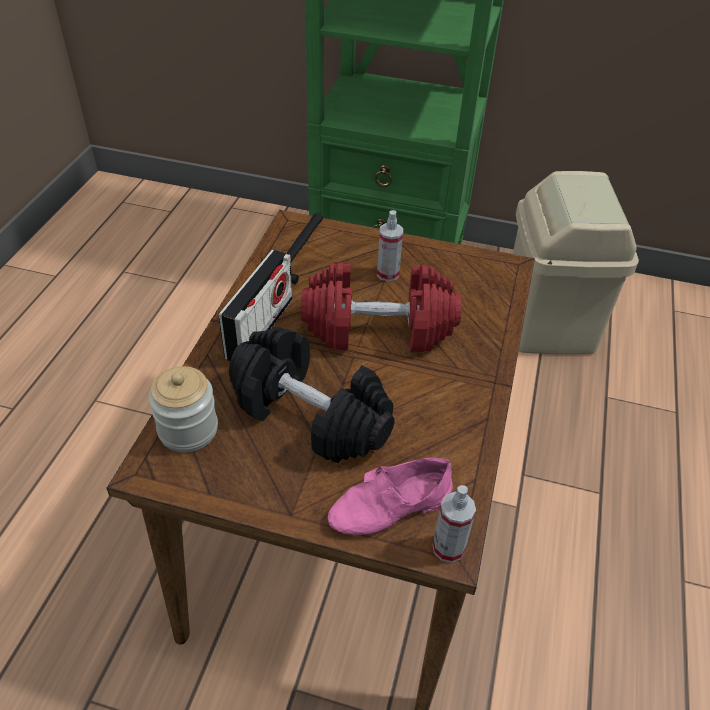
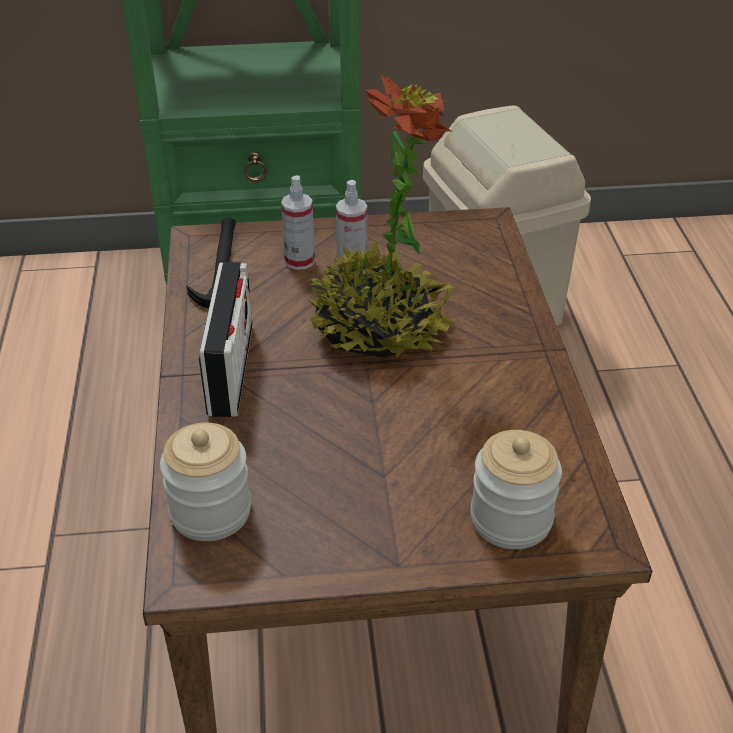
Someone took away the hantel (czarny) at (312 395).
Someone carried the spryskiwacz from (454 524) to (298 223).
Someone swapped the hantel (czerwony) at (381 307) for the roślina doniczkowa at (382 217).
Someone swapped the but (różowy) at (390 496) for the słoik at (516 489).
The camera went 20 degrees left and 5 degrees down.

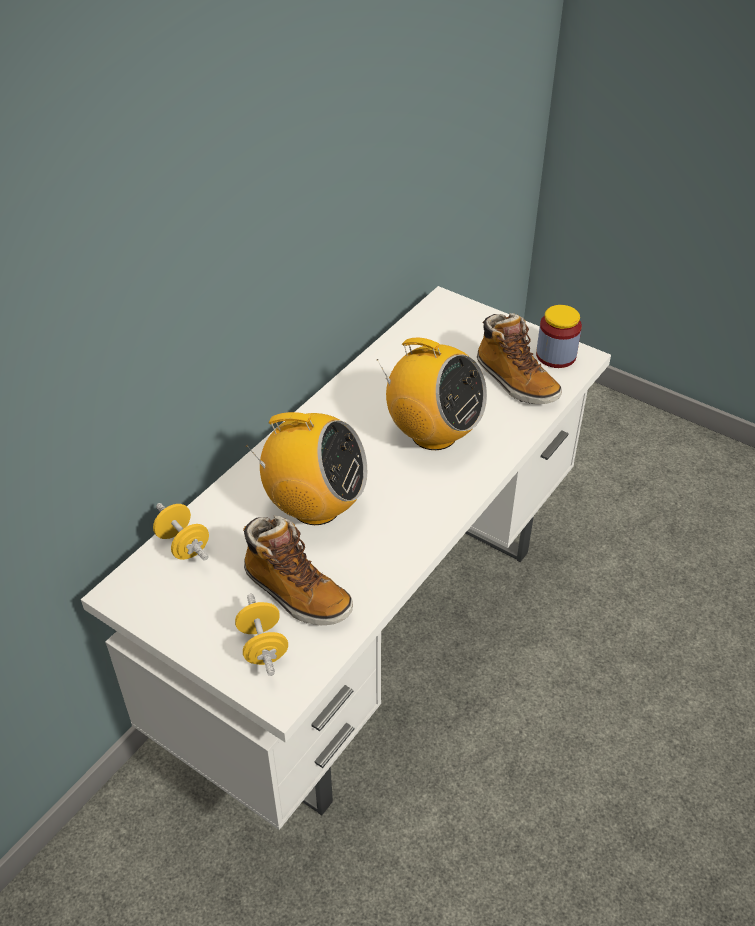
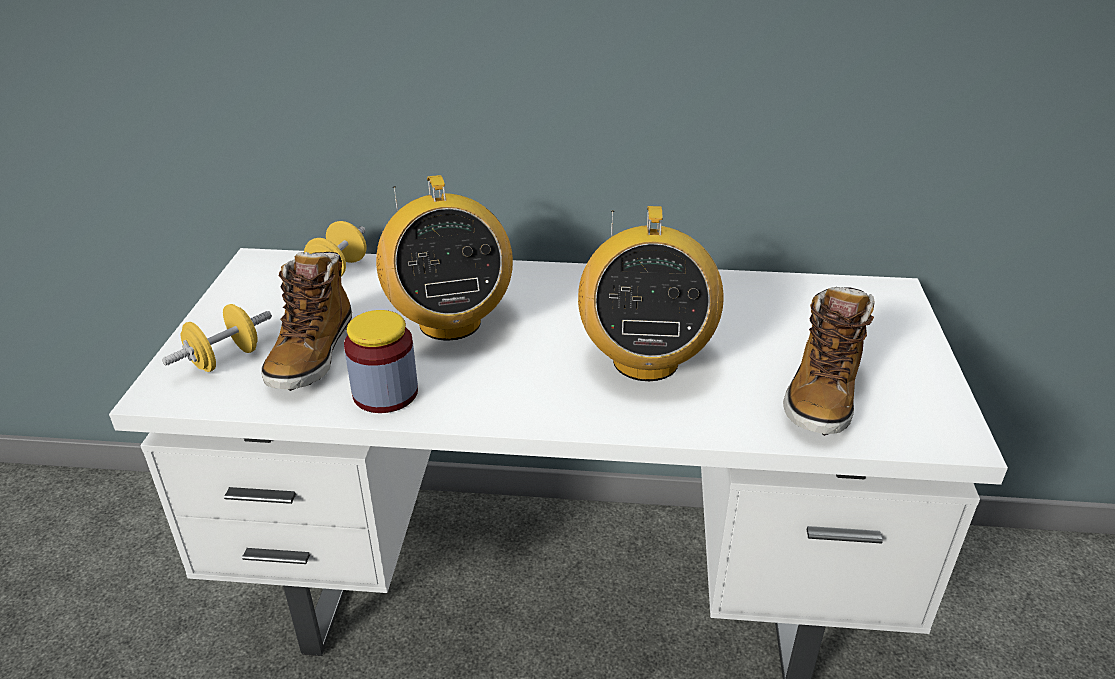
Someone carried the słoik from (559 336) to (381 361).
The camera went 60 degrees right and 10 degrees down.

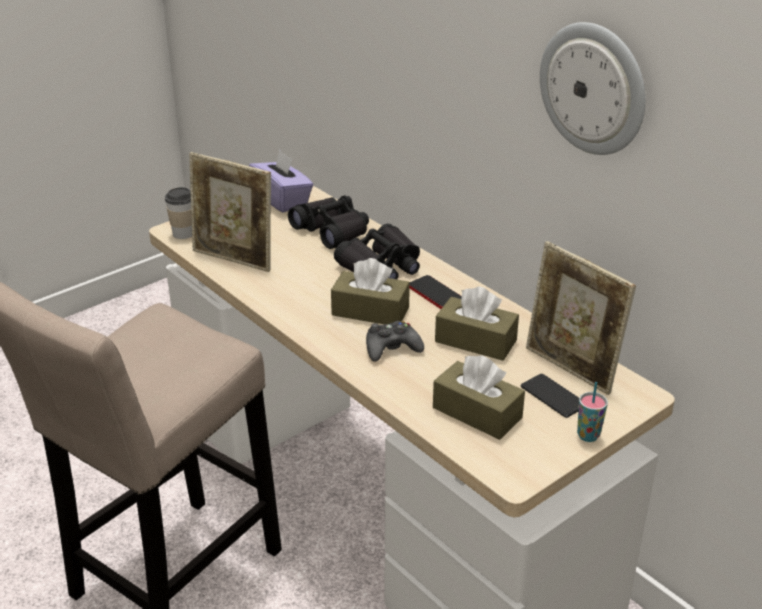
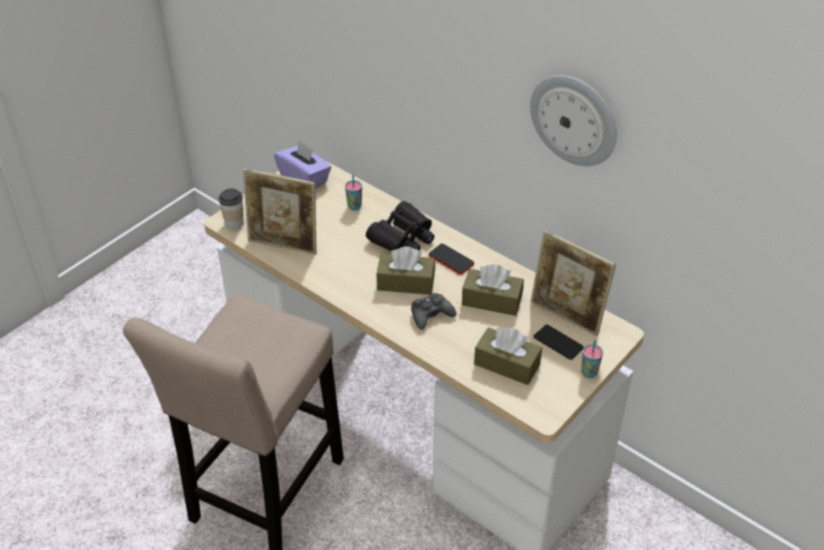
Someone swapped the lornetka (czarny) at (328 222) for the filiżanka at (353 192).
The camera went 10 degrees left and 10 degrees up.

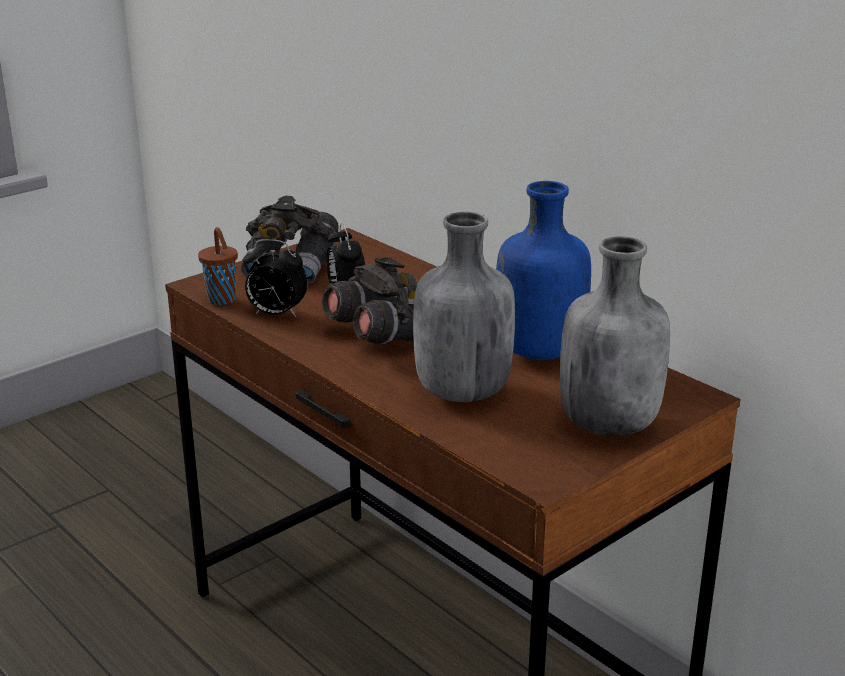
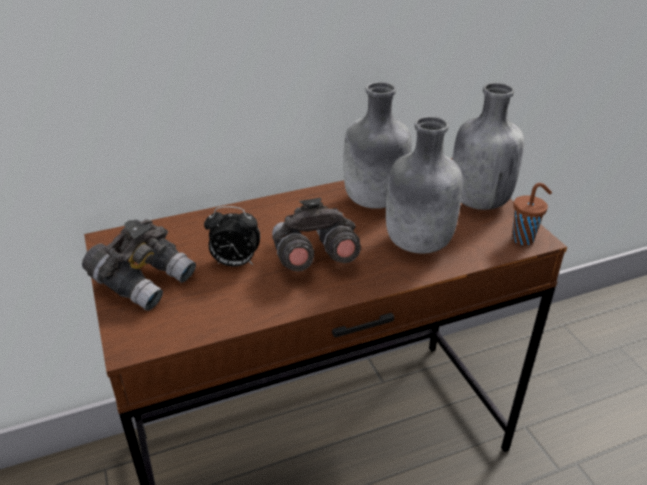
Someone took away the budzik at (275 278).
Someone carried the filiżanka (brązowy) from (218 266) to (532 214).
Someone repainted the butelka (niebieski) at (543 270), which became the butelka (szary) at (377 145).
The camera went 70 degrees left and 10 degrees up.

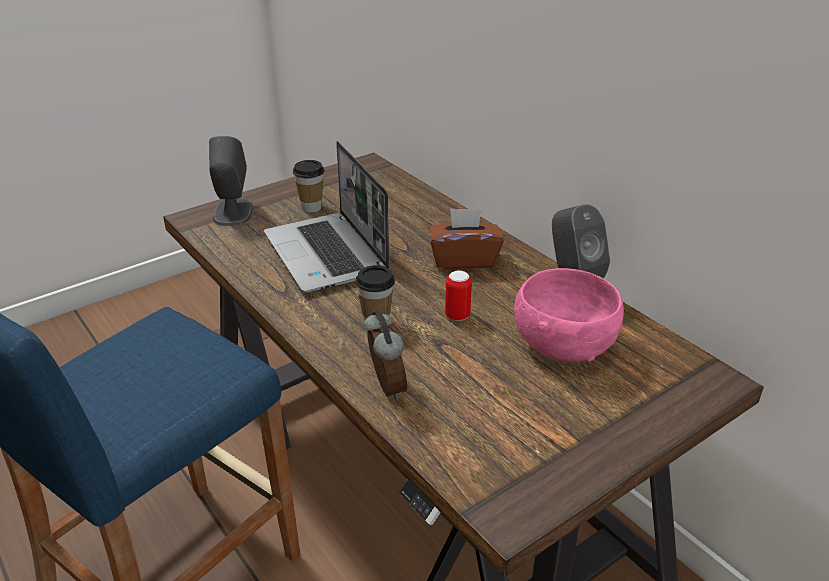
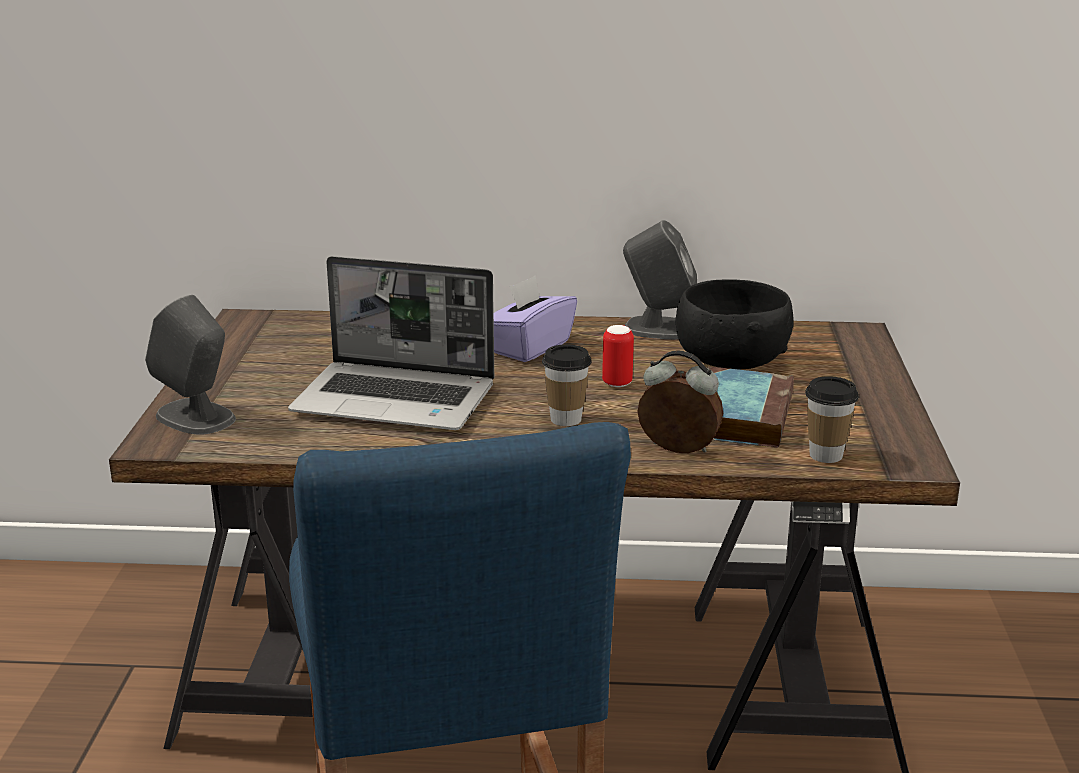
Someone put down the książka at (750 407).
Someone carried the filiżanka from (308 186) to (832 419).
Someone repainted the pudełko chusteczek (brązowy) at (466 238), which became the pudełko chusteczek (fioletowy) at (535 319).
Someone repainted the miska (różowy) at (569 315), which became the miska (czarny) at (735 324).
The camera went 50 degrees left and 10 degrees down.

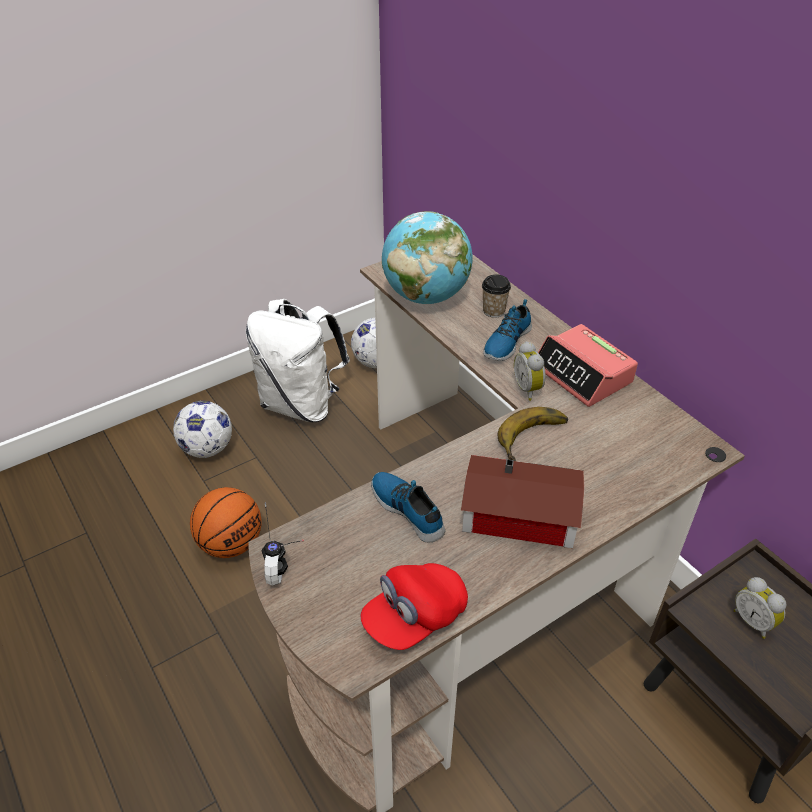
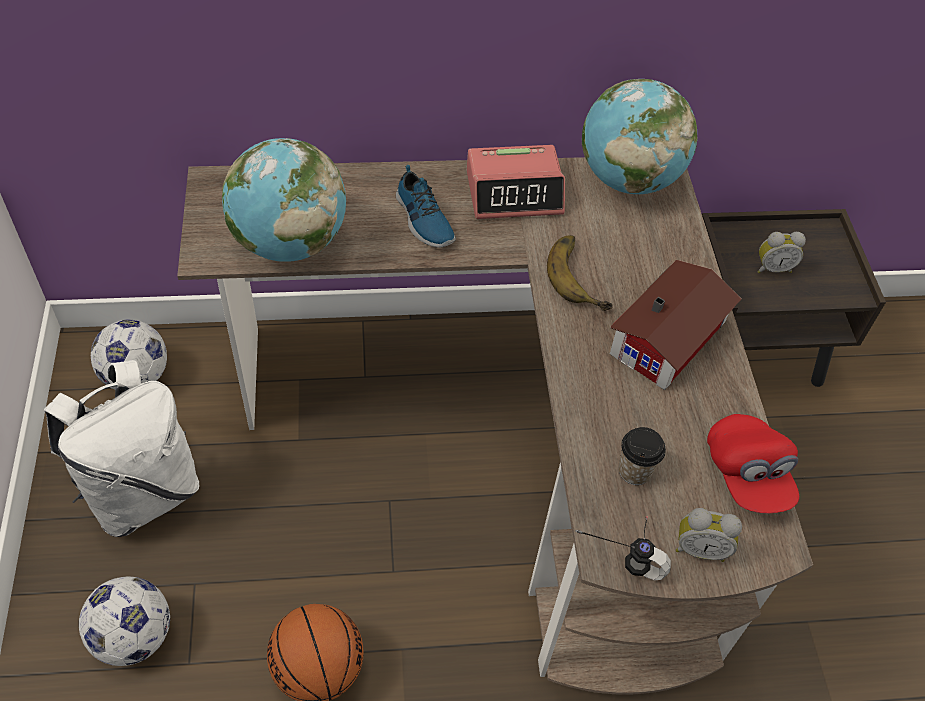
Someone took away the but at (408 507).
Someone put down the globus at (640 136).
Someone carried the filiżanka from (496 296) to (642 456).
Someone carried the budzik from (530 371) to (709 535).
The camera went 65 degrees left and 10 degrees up.

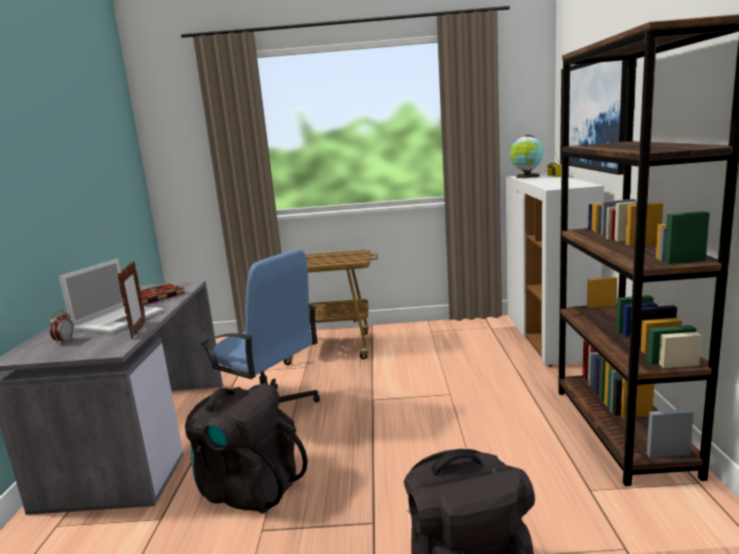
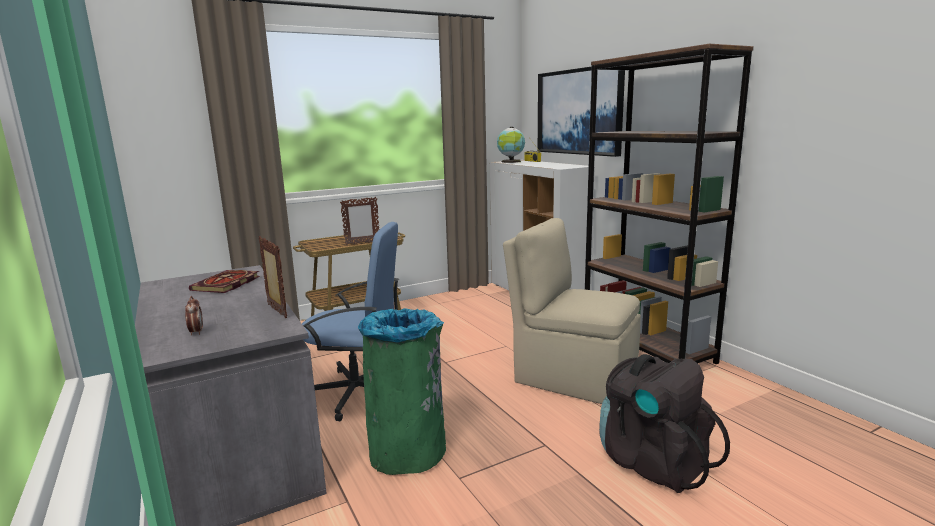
Someone took away the laptop at (111 296).
Someone put down the ramka na zdjęcie at (359 221).
Someone put down the krzesło (beżowy) at (572 311).
Someone swapped the plecak (czarny) at (246 448) for the kosz na śmieci (zielony) at (402 391).
The camera went 30 degrees left and 0 degrees up.

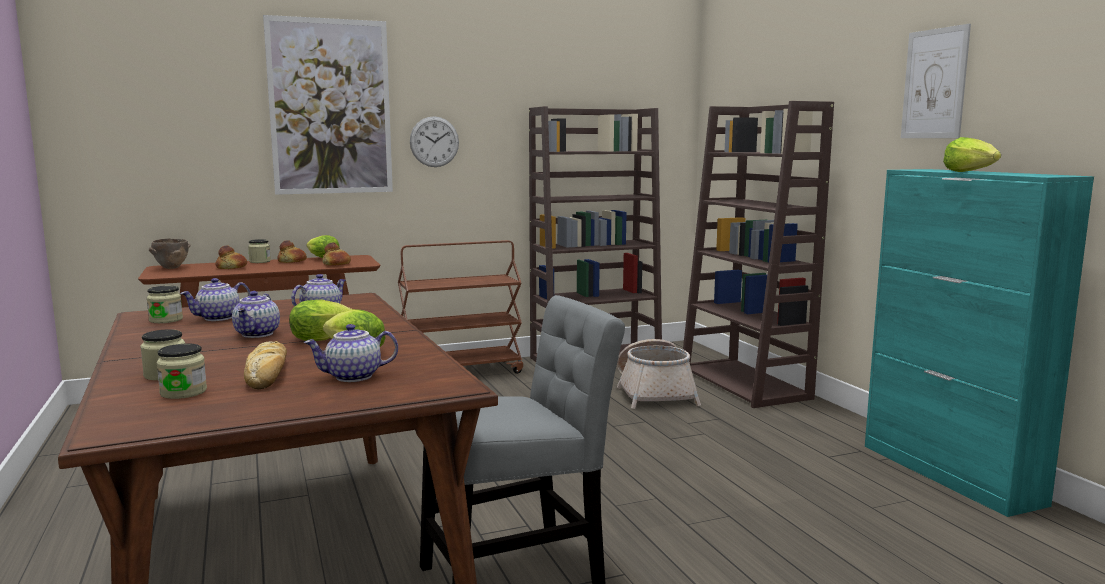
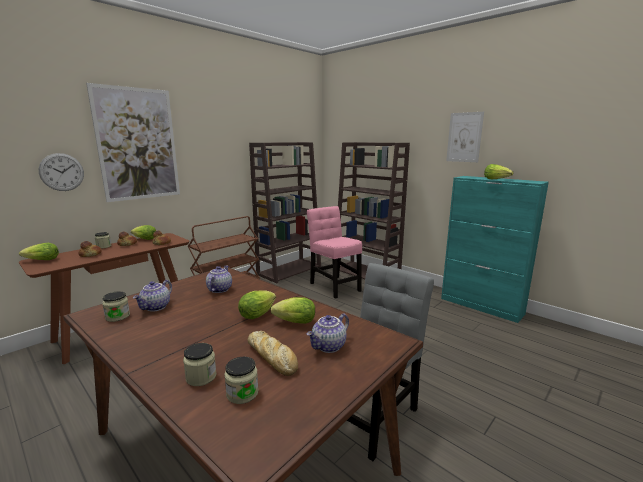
Someone took away the imbryk at (256 314).
Someone carried the zegar ścienny from (434 141) to (61 172).
Someone swapped the miska (brązowy) at (169 253) for the sałata at (39 251).
Someone swapped the koszyk at (659 374) for the krzesło (różowy) at (334 252).
The camera went 25 degrees left and 5 degrees up.

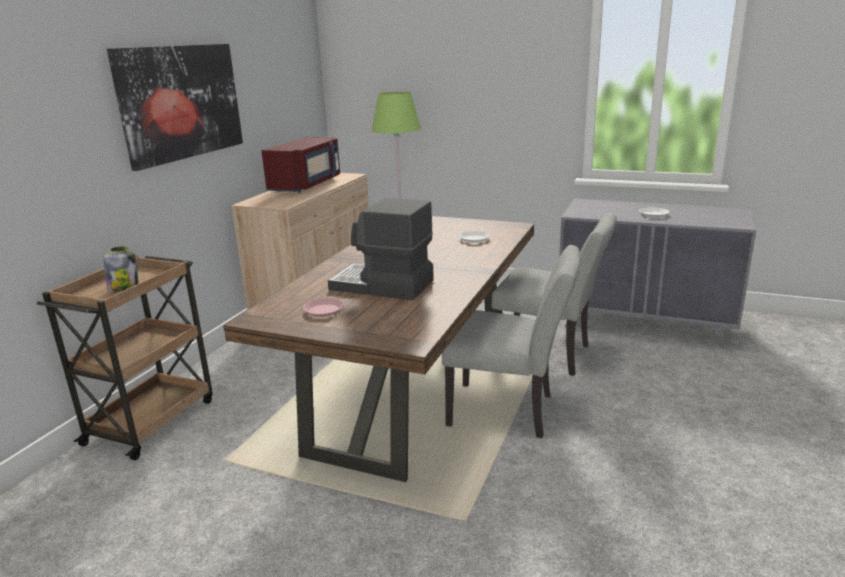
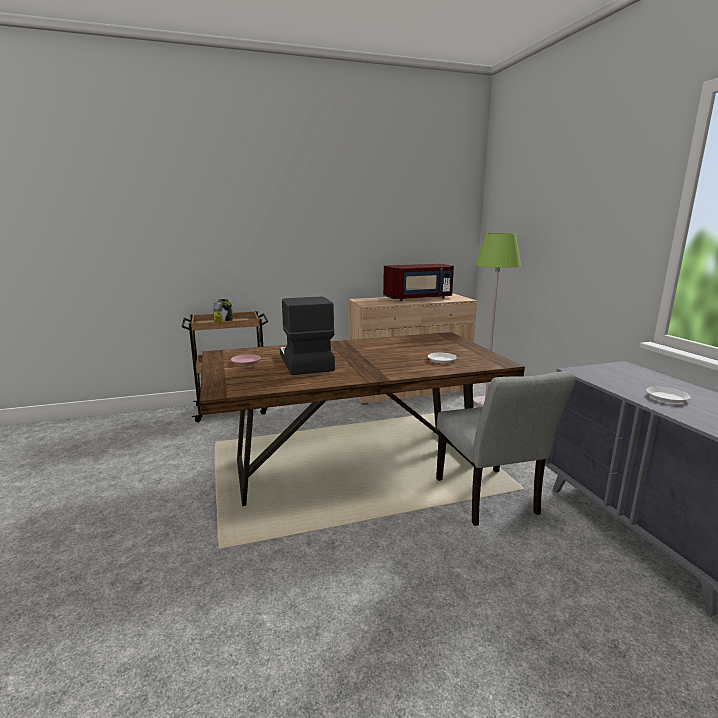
Someone took away the obraz at (175 107).
Someone took away the krzesło (szary) at (511 341).
The camera went 50 degrees right and 5 degrees down.

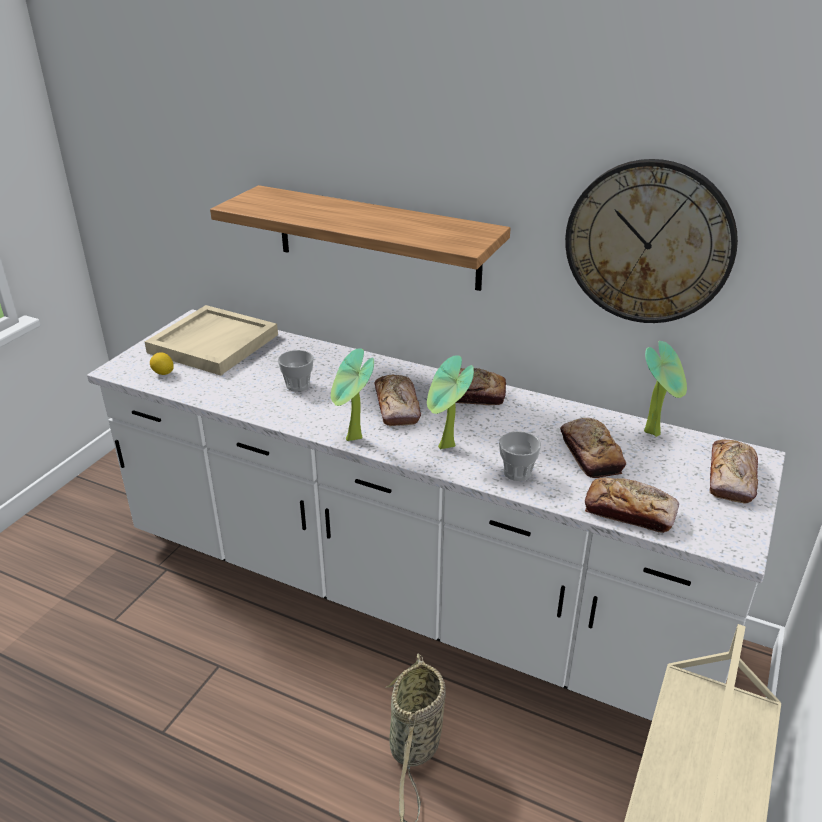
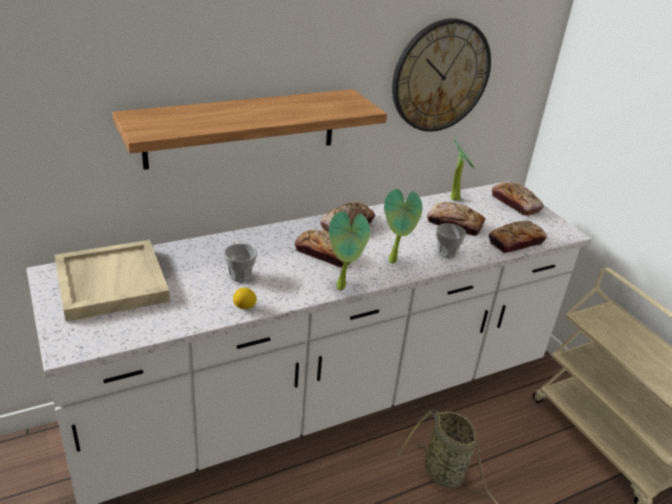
Someone carried the cytryna from (162 363) to (245 298).
The camera went 55 degrees left and 0 degrees up.

